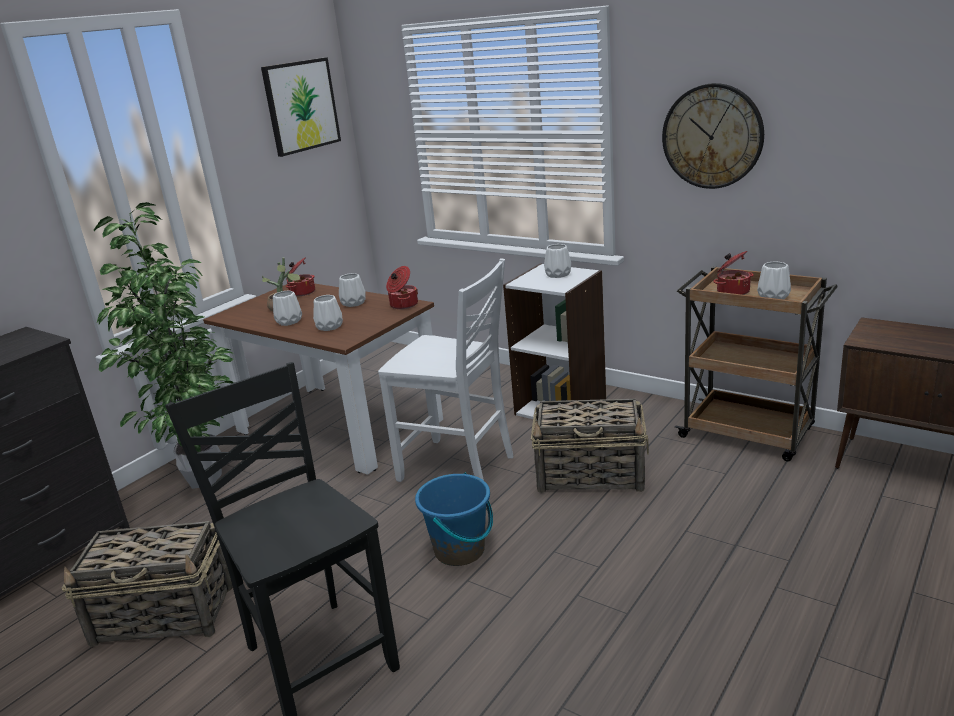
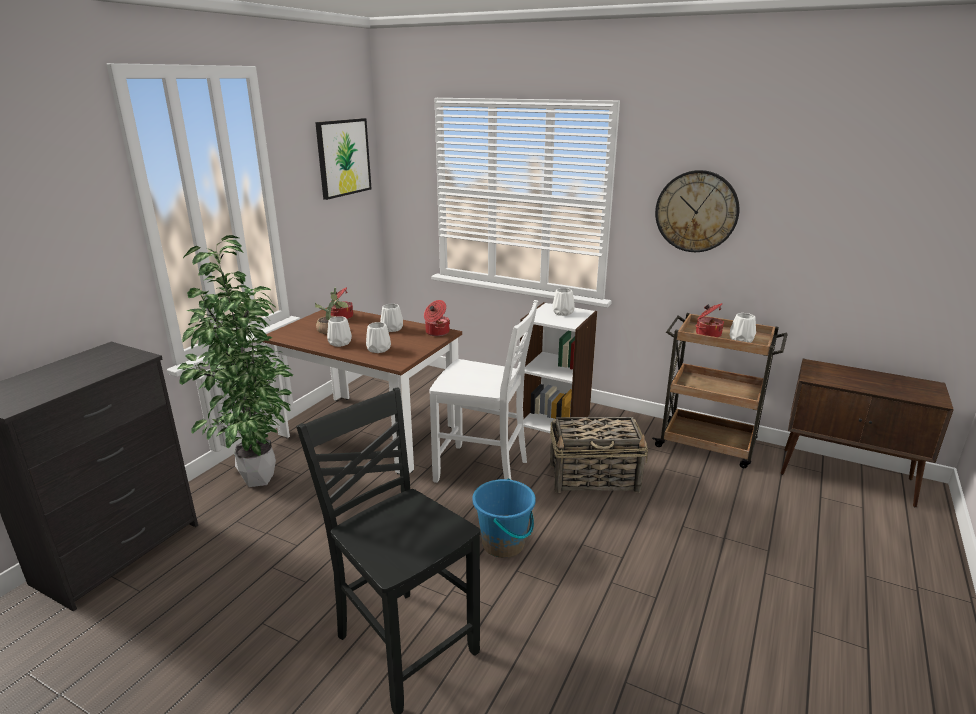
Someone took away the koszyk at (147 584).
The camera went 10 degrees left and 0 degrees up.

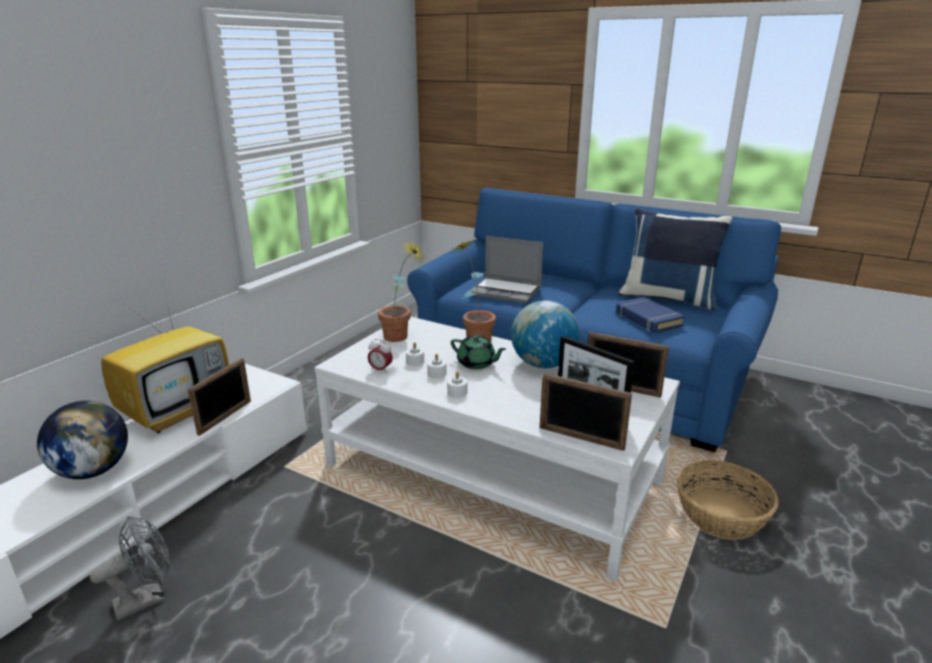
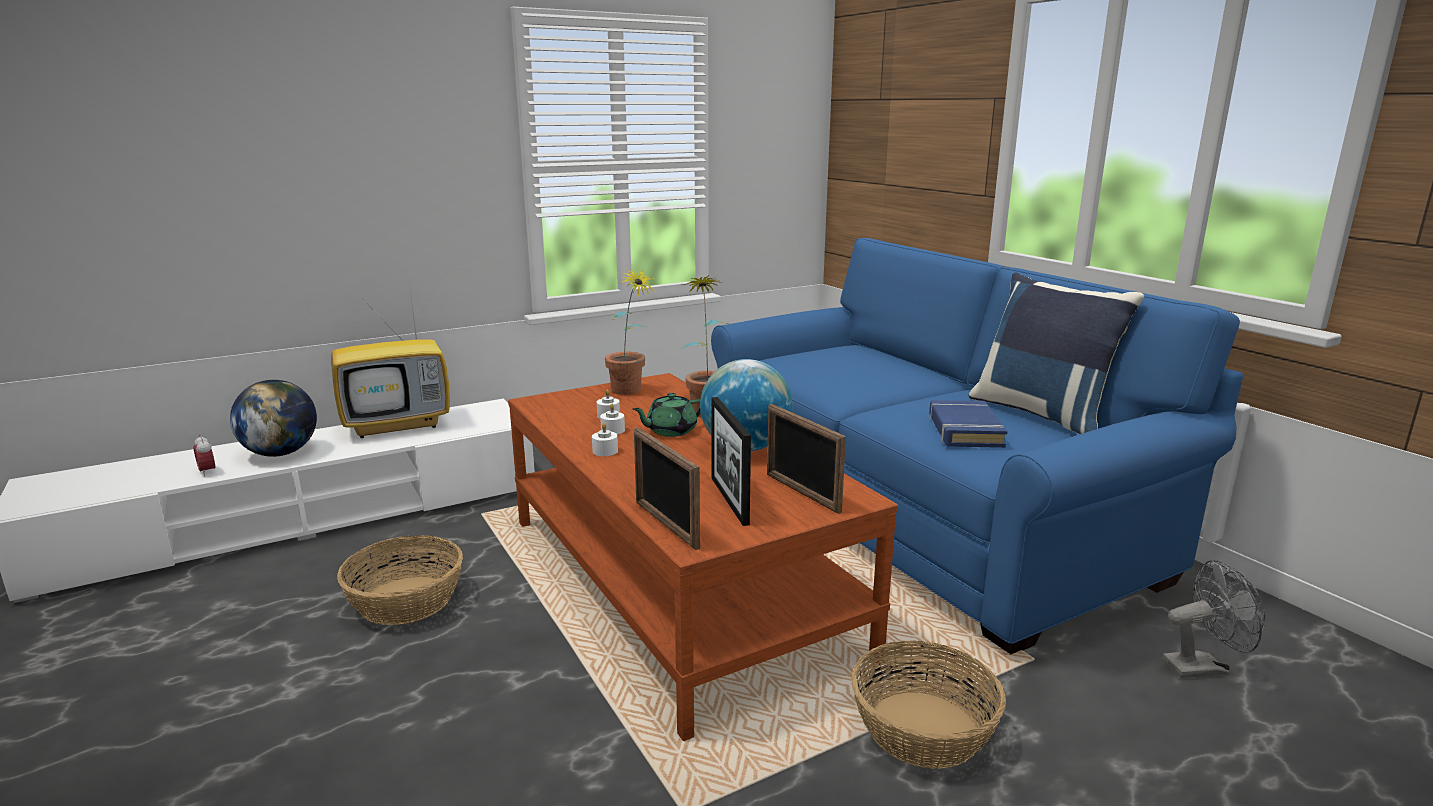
Someone took away the ramka na zdjęcie at (219 397).
Someone took away the laptop at (506 269).
Someone put down the koszyk at (400 580).
Someone carried the wentylator (szary) from (130 568) to (1213 619).
Someone carried the budzik from (380 356) to (204 455).
Someone repainted the ława (biały) at (497 449), which became the ława (brązowy) at (703 557).
Someone rotated the imbryk (zielony) at (478 352) by 90 degrees clockwise.
The camera went 30 degrees right and 5 degrees down.

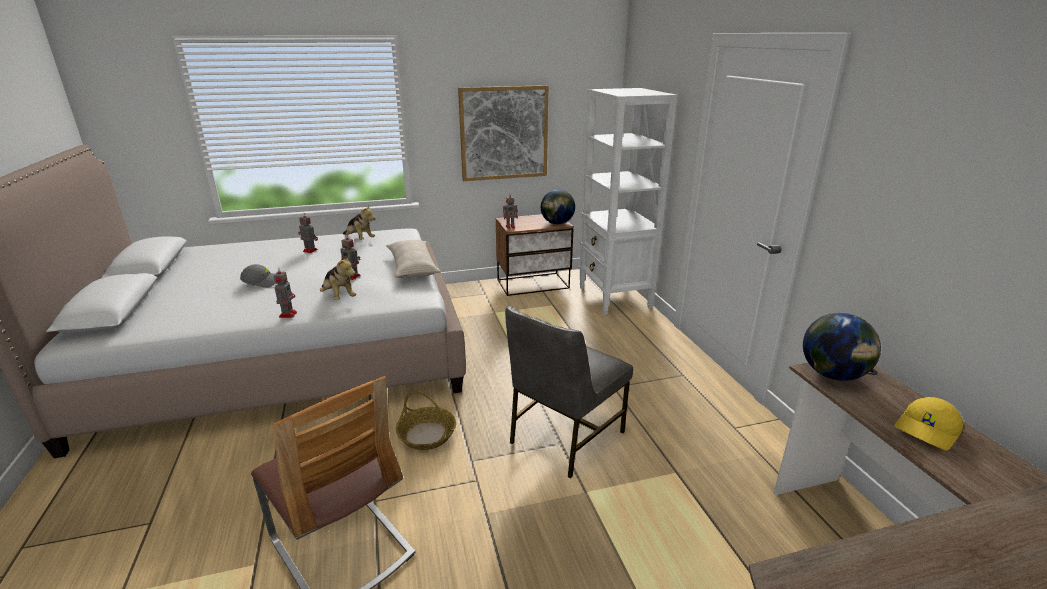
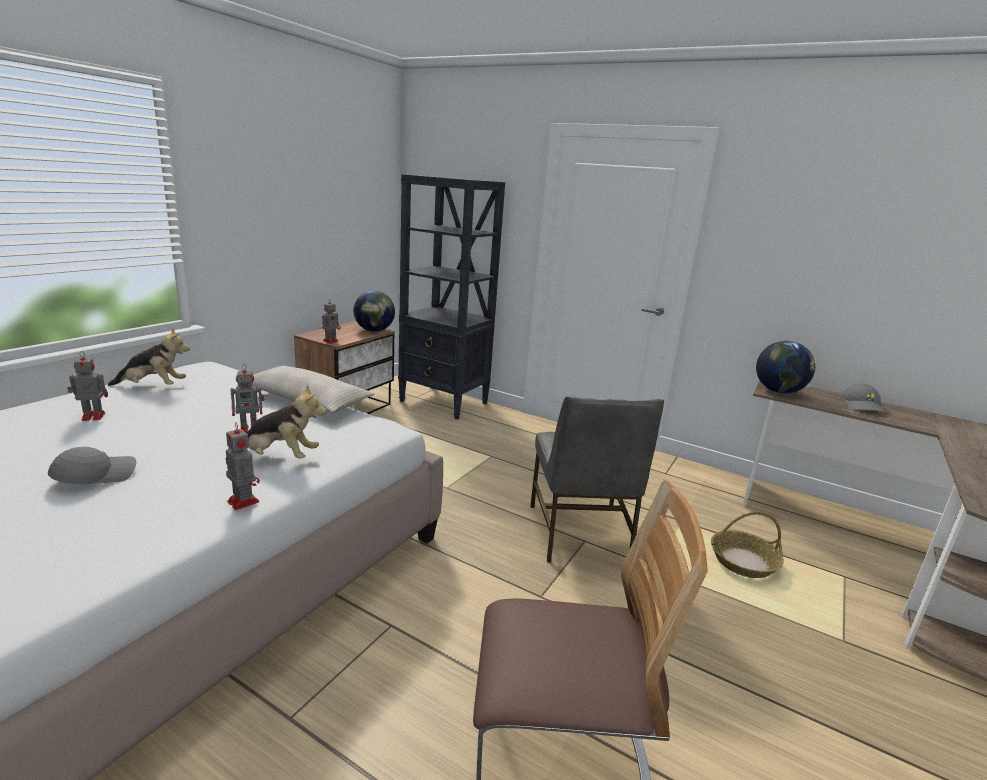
Someone took away the obraz at (503 133).
Someone carried the koszyk from (426 420) to (747 544).
Someone repainted the regał (biały) at (628 201), which became the regał (czarny) at (451 297).
Someone repainted the czapka z daszkiem (żółty) at (928 423), which became the czapka z daszkiem (szary) at (864 398).
The camera went 45 degrees left and 5 degrees down.

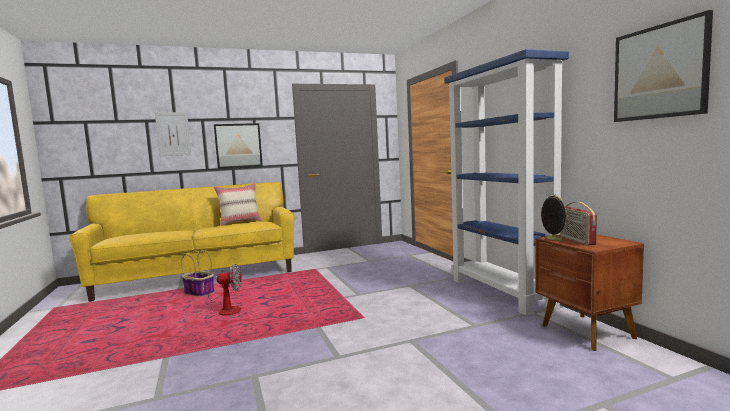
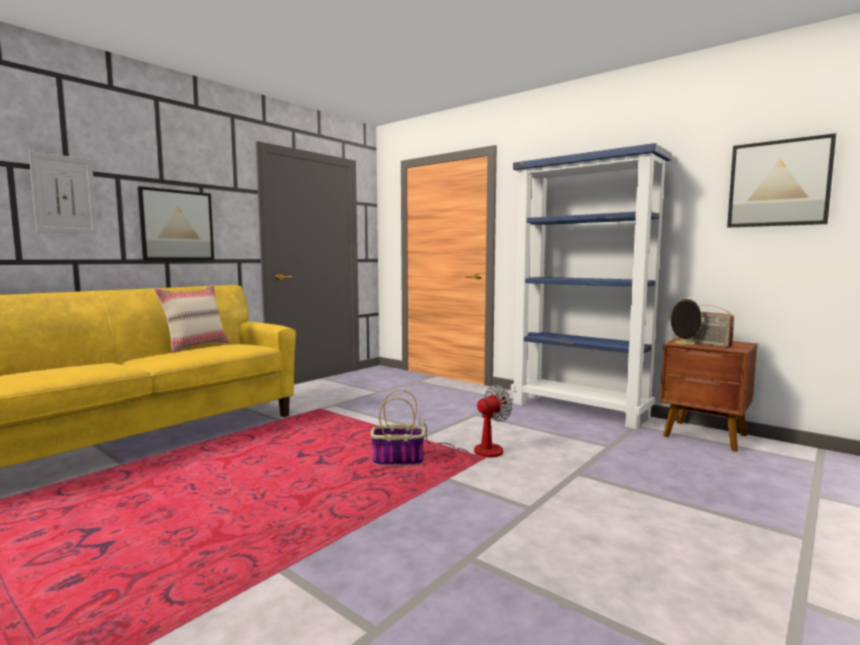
Someone carried the koszyk from (198 273) to (398 427).
Someone carried the wentylator from (222 289) to (465 421).
The camera went 30 degrees left and 0 degrees up.

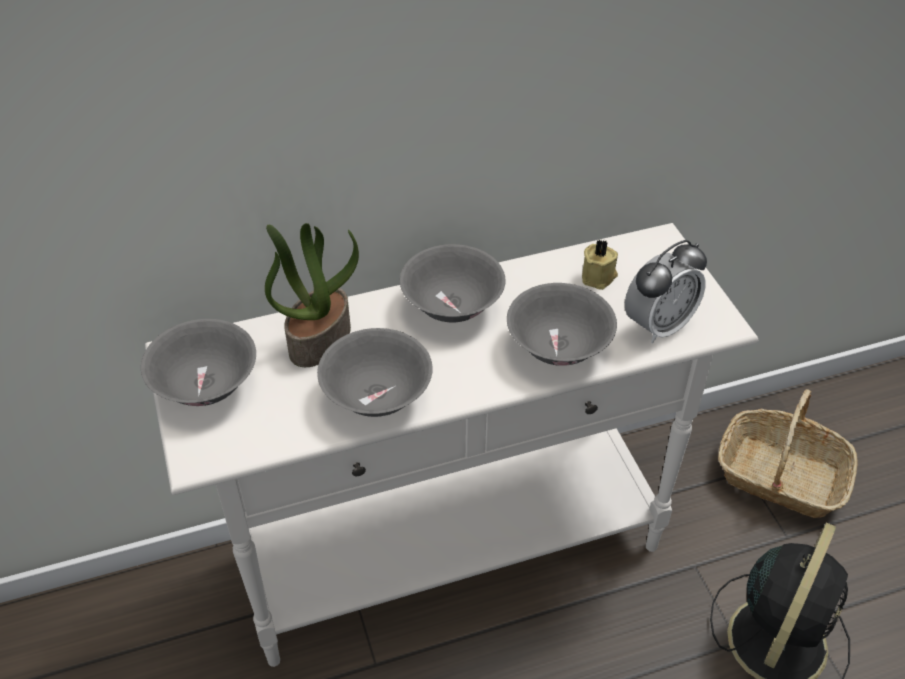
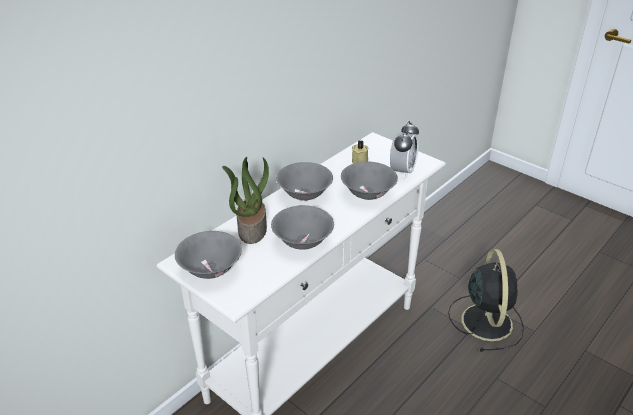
Someone took away the koszyk at (788 453).
The camera went 30 degrees left and 10 degrees down.

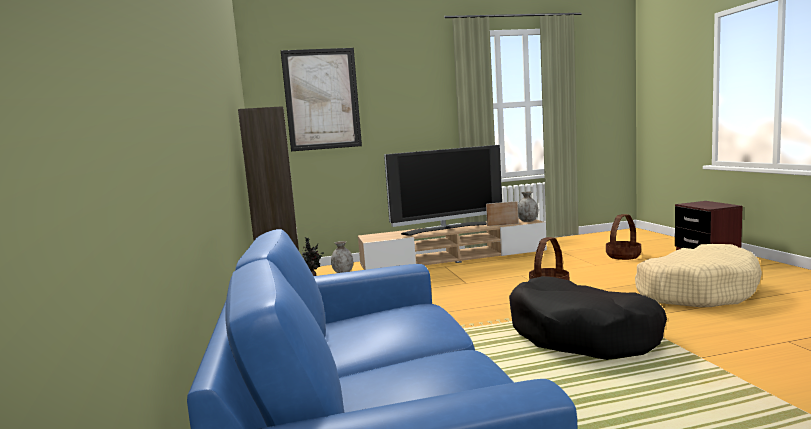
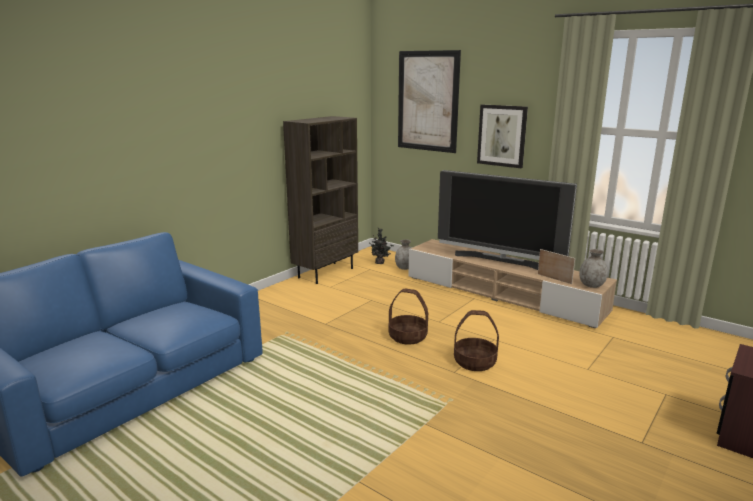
Someone took away the legowisko (czarny) at (588 318).
Someone took away the legowisko (beżowy) at (698 275).
Someone put up the obraz at (502 136).
Someone carried the koszyk from (623 237) to (408 317).
The camera went 50 degrees right and 10 degrees up.

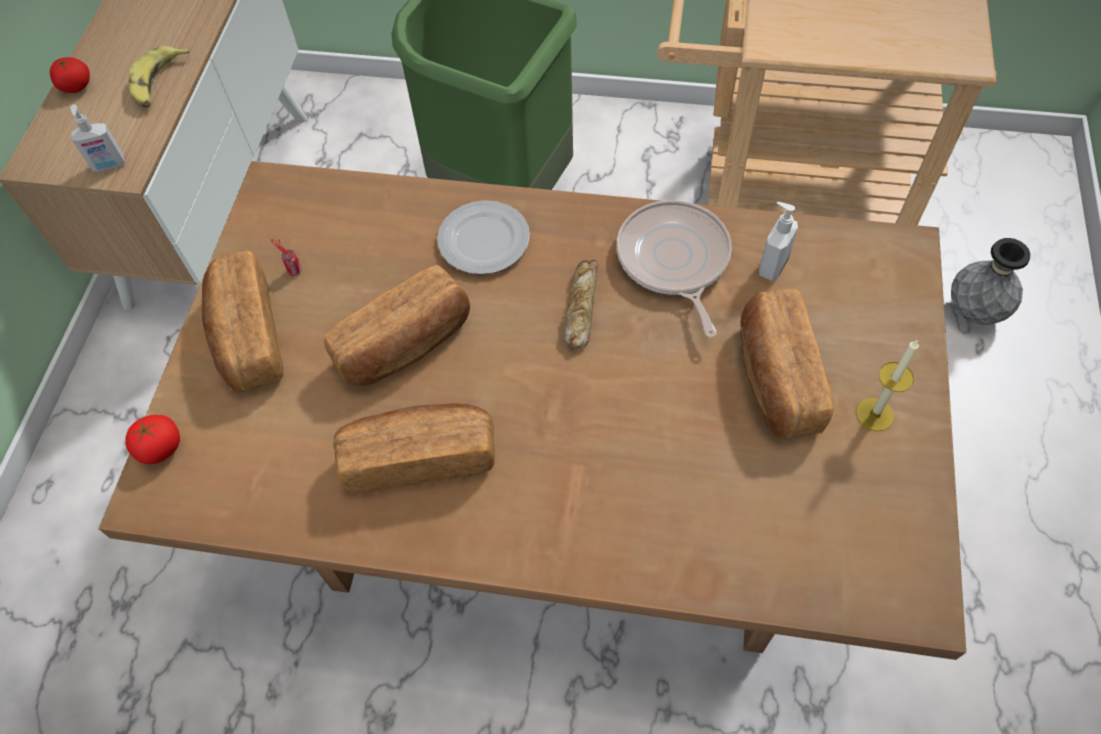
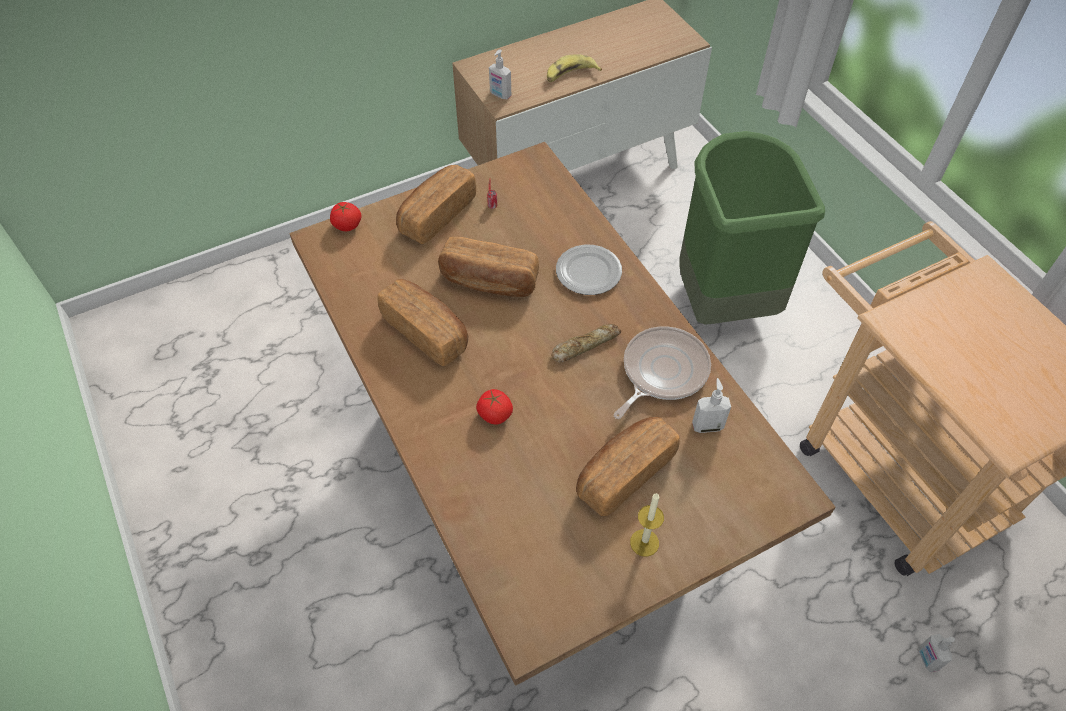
Someone carried the pomidor from (70 75) to (494 407).
Someone swapped the wazon (szary) at (990 281) for the dozownik mydła at (937 653).
The camera went 50 degrees right and 5 degrees down.

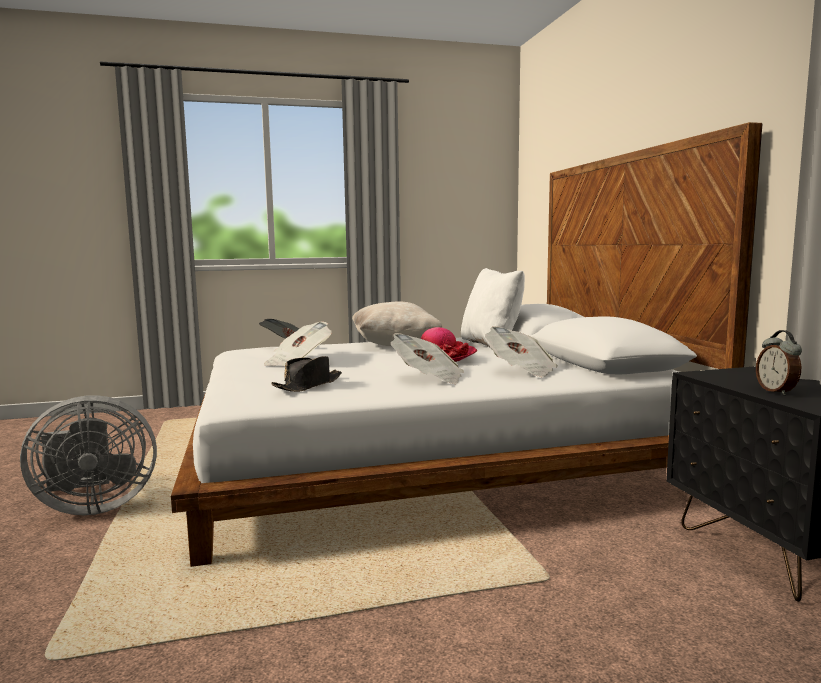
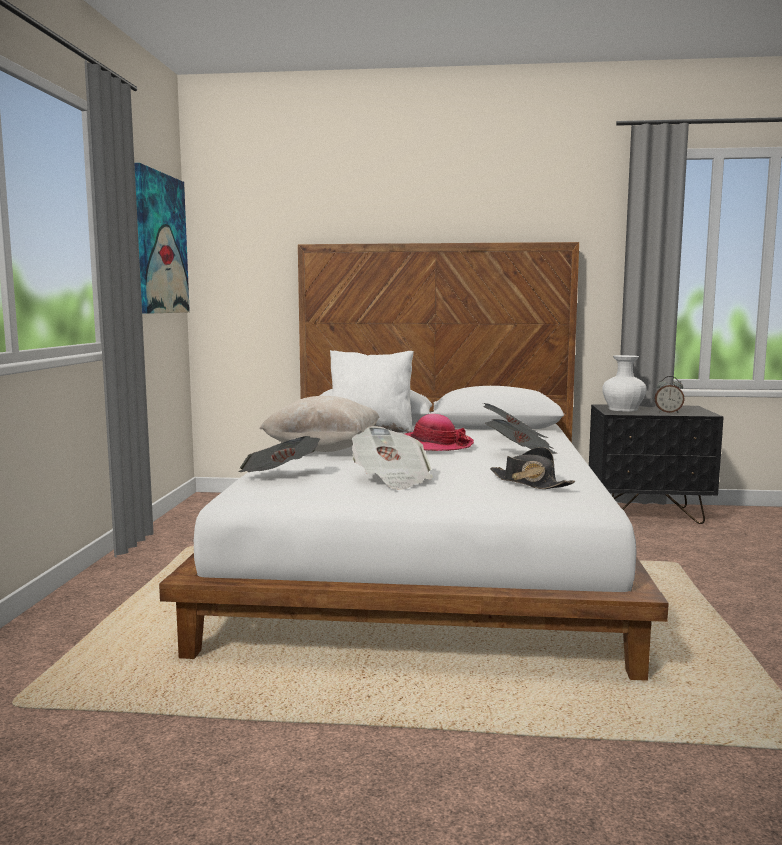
Someone took away the wentylator (szary) at (88 455).
Someone put up the obraz at (162 238).
Someone put down the wazon (biały) at (624 383).
The camera went 70 degrees left and 0 degrees up.

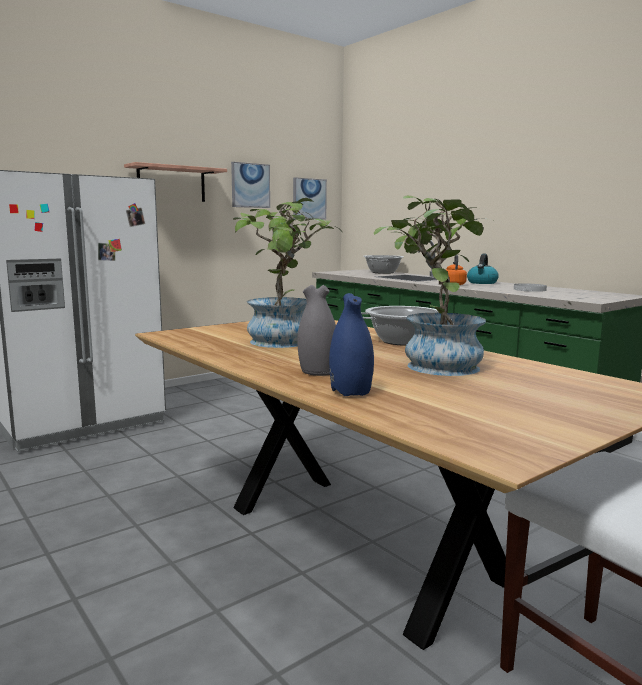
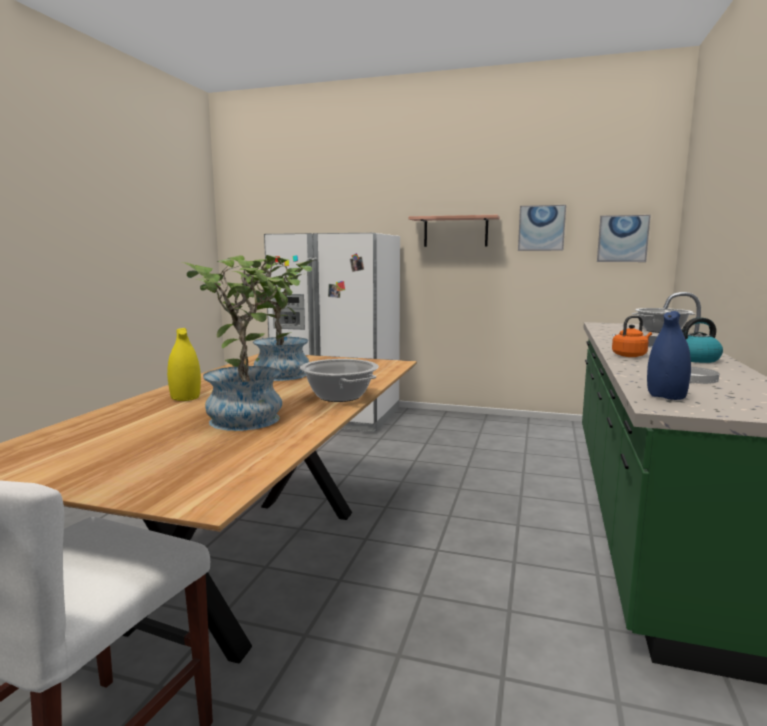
Someone carried the wazon (niebieski) from (351 344) to (669 355).
Someone repainted the wazon (szary) at (316 330), which became the wazon (żółty) at (184 364).
The camera went 55 degrees right and 0 degrees up.

